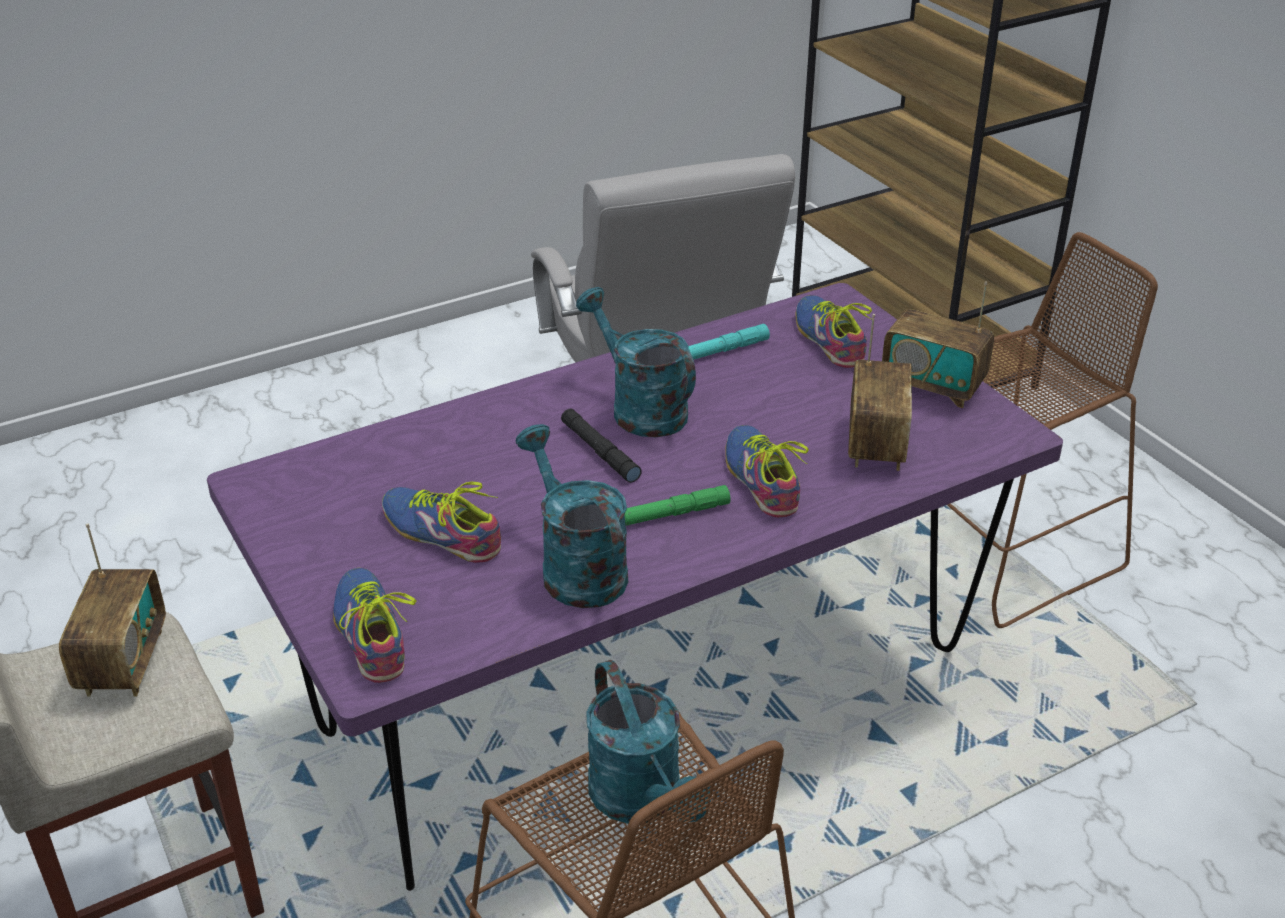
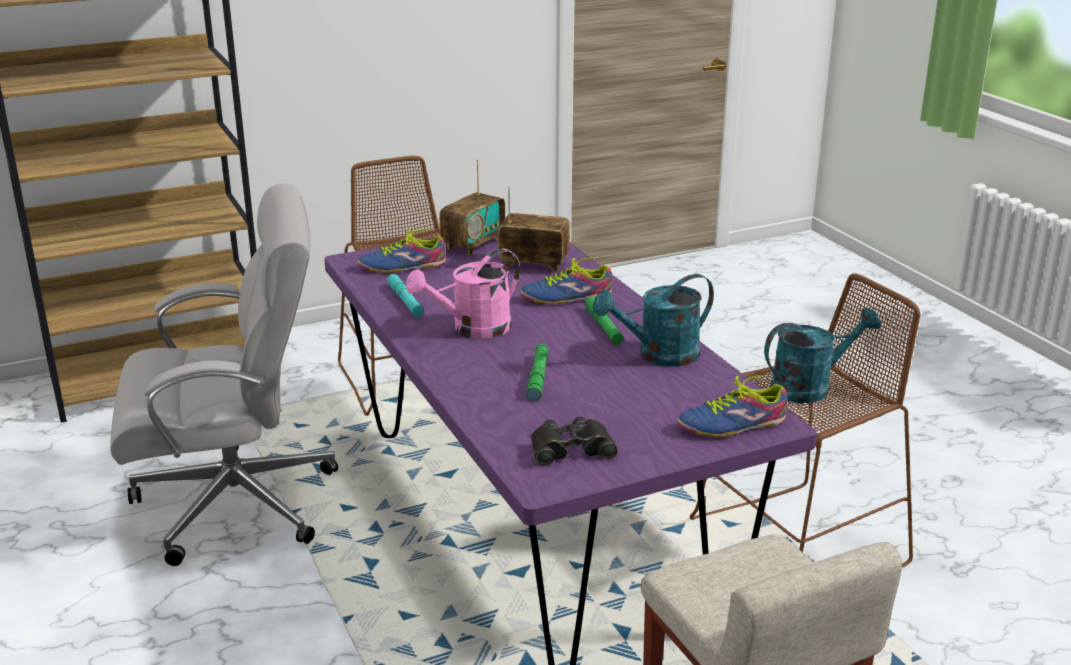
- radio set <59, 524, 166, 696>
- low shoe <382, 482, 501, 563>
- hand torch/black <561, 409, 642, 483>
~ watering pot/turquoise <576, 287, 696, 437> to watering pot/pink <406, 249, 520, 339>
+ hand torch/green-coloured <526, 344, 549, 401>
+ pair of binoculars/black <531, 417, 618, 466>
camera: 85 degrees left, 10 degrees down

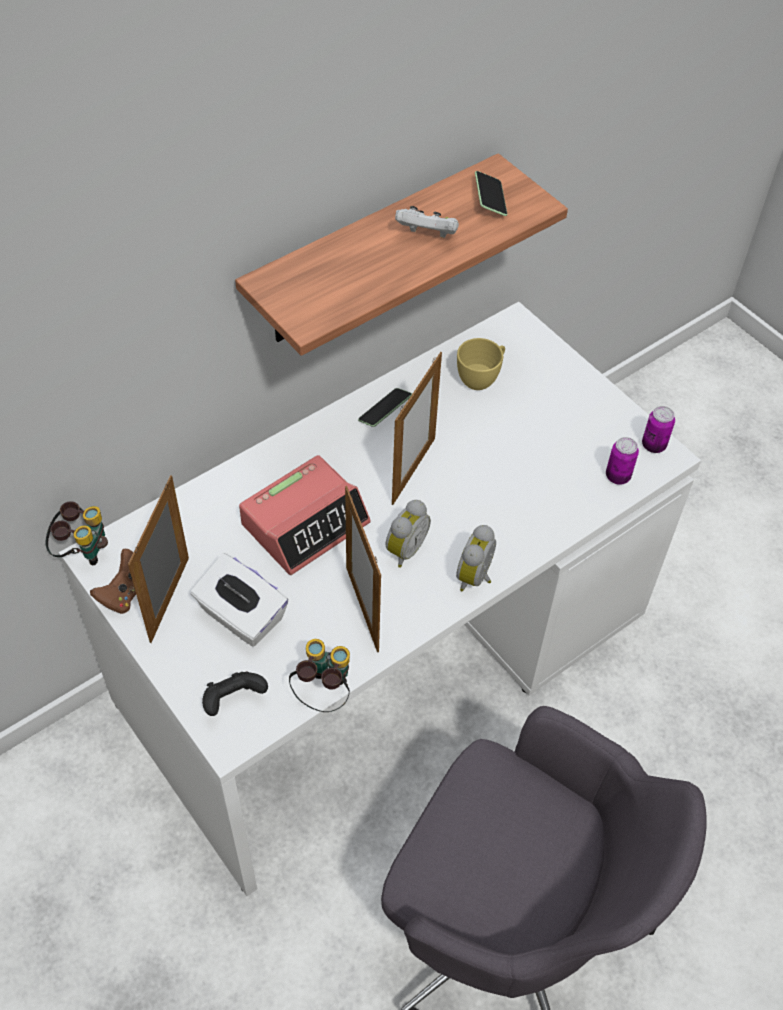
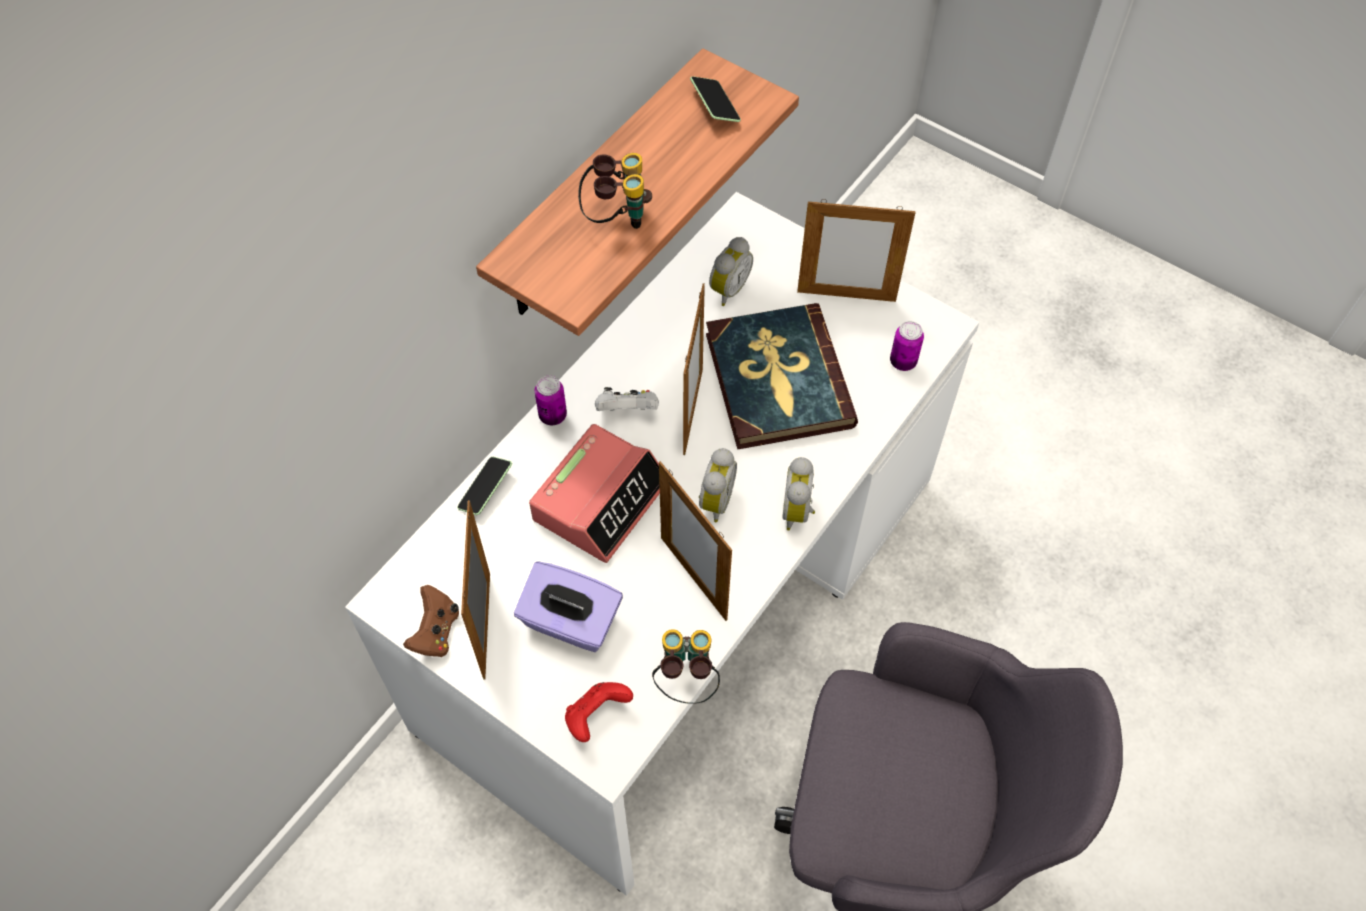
~ pair of binoculars <45, 501, 108, 565> to <578, 153, 652, 229>
~ box of tissues/white <191, 553, 289, 647> to box of tissues/purple <514, 561, 623, 652>
~ gamepad/black <202, 672, 268, 716> to gamepad/reddish <565, 682, 633, 742>
~ phone <358, 388, 412, 427> to <457, 457, 512, 515>
~ gamepad/white <395, 206, 459, 238> to <595, 387, 659, 411>
~ drinking cup/yellowish <457, 338, 505, 390> to table clock <709, 237, 753, 306>
~ sealed can <642, 406, 675, 453> to <534, 376, 567, 425>
+ bound book <706, 303, 858, 449>
+ picture frame <797, 199, 916, 302>
camera: 15 degrees left, 5 degrees up

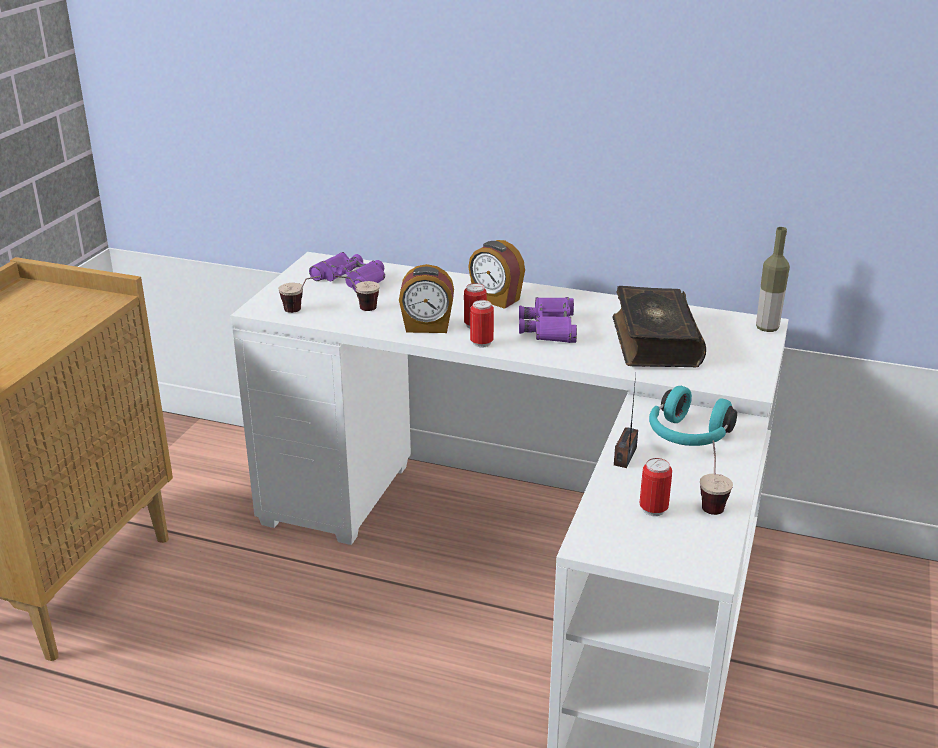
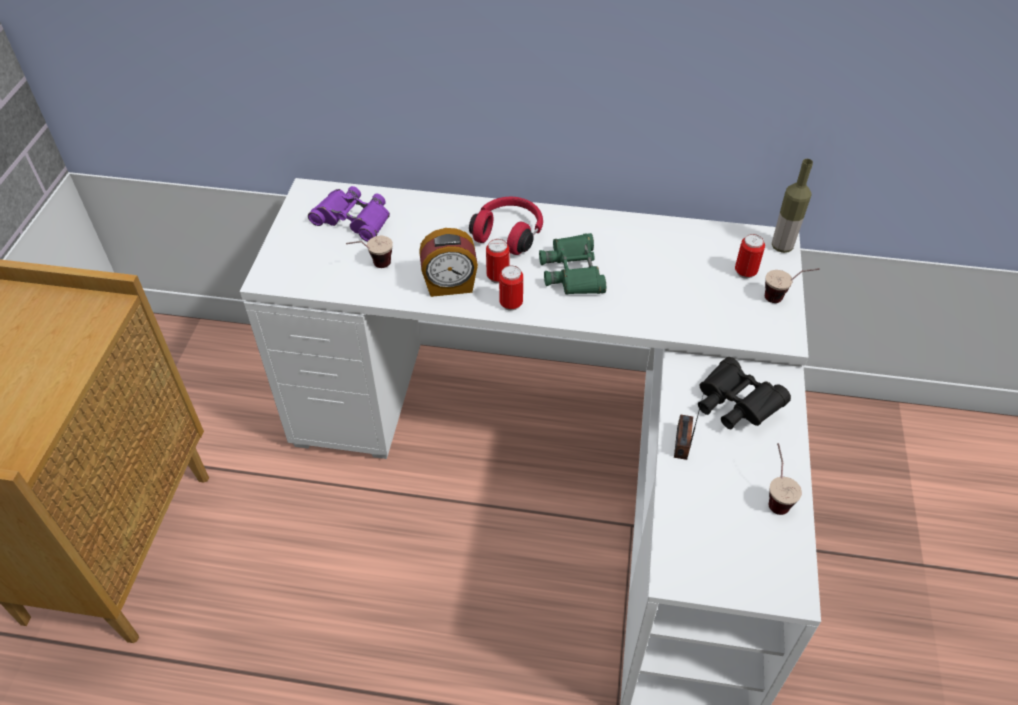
~ drinking cup <278, 276, 320, 313> to <765, 268, 820, 303>
~ table clock <468, 240, 525, 309> to headphones/reddish <469, 197, 543, 255>
~ pair of binoculars/purple <519, 297, 577, 343> to pair of binoculars/green-coloured <539, 233, 606, 294>
- bound book <612, 286, 706, 367>
~ sealed can <640, 458, 672, 516> to <735, 234, 765, 279>
~ headphones/turquoise <649, 386, 737, 446> to pair of binoculars/black <698, 357, 791, 429>
camera: 10 degrees left, 20 degrees up

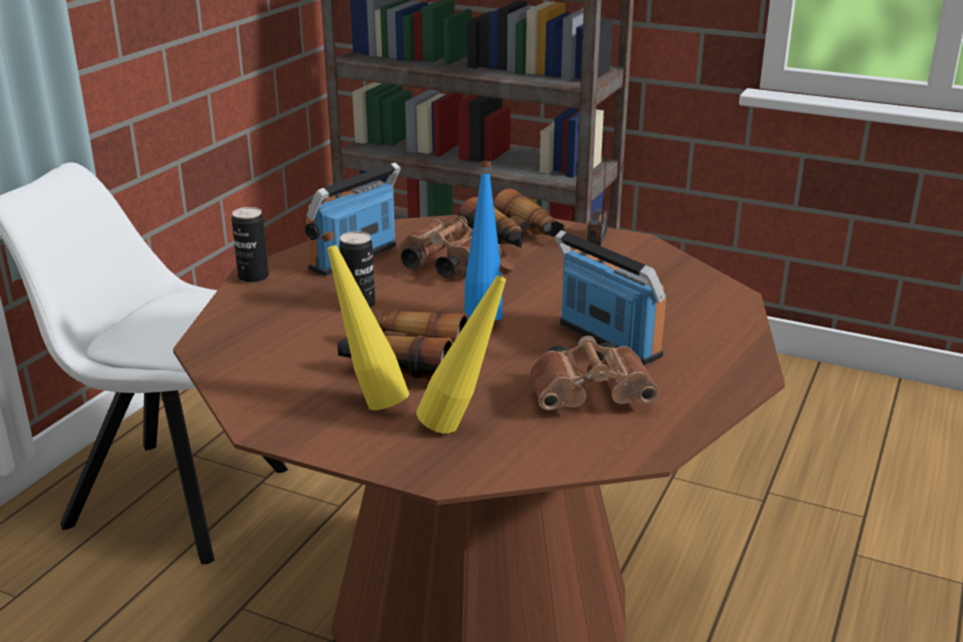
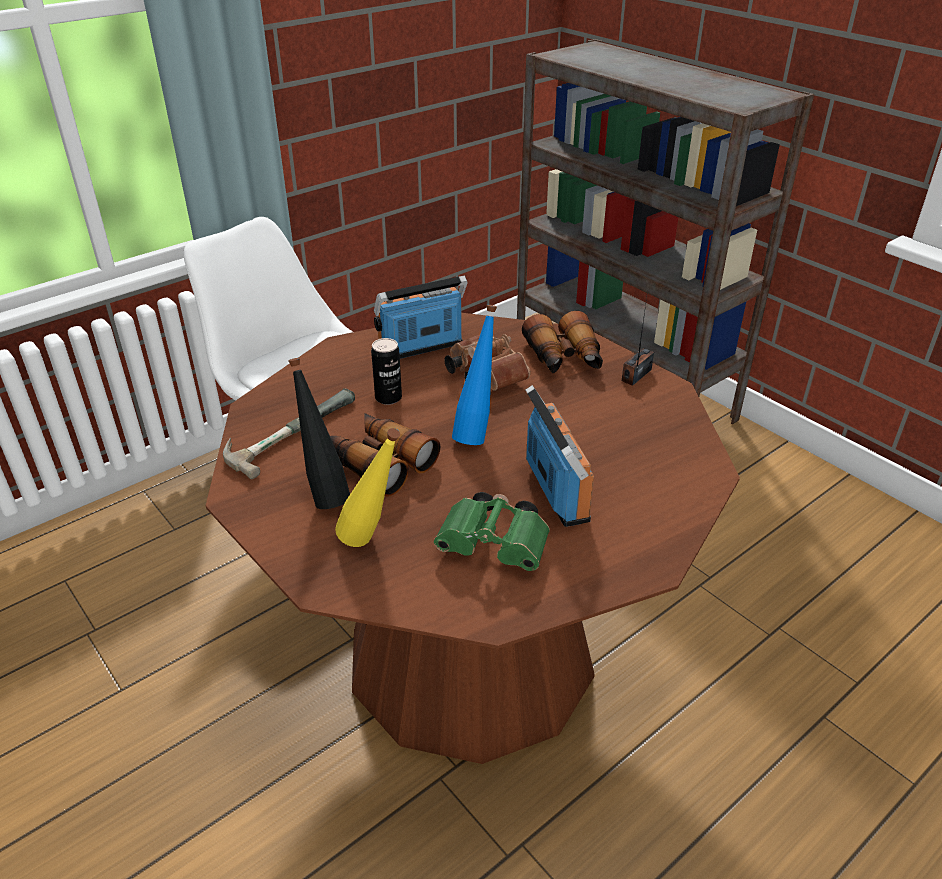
- sealed can <232, 207, 269, 283>
~ bottle/yellowish <320, 231, 409, 410> to bottle/black <288, 358, 350, 509>
~ pair of binoculars/brown <530, 336, 659, 410> to pair of binoculars/green-coloured <434, 492, 550, 571>
+ tool hammer <223, 388, 355, 479>
camera: 25 degrees right, 10 degrees up

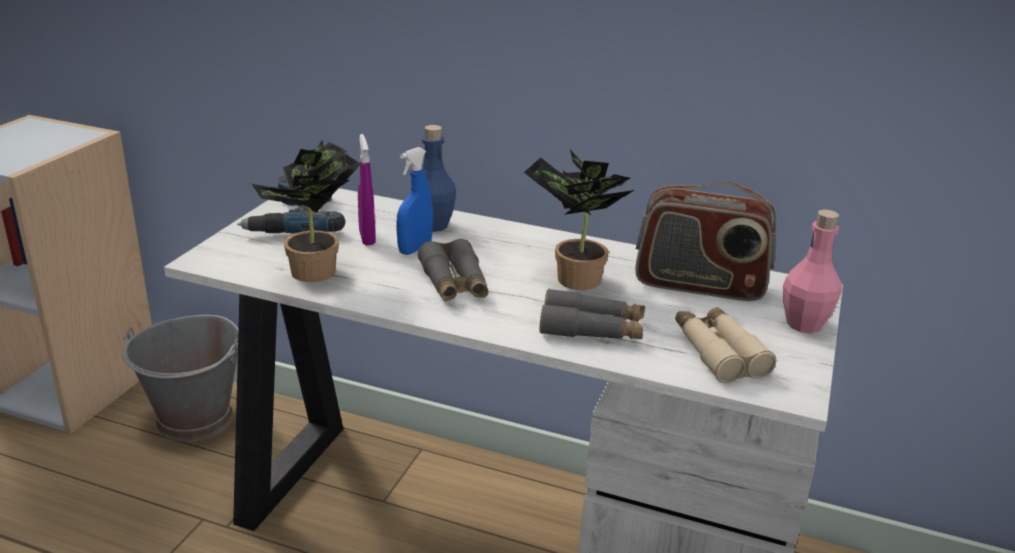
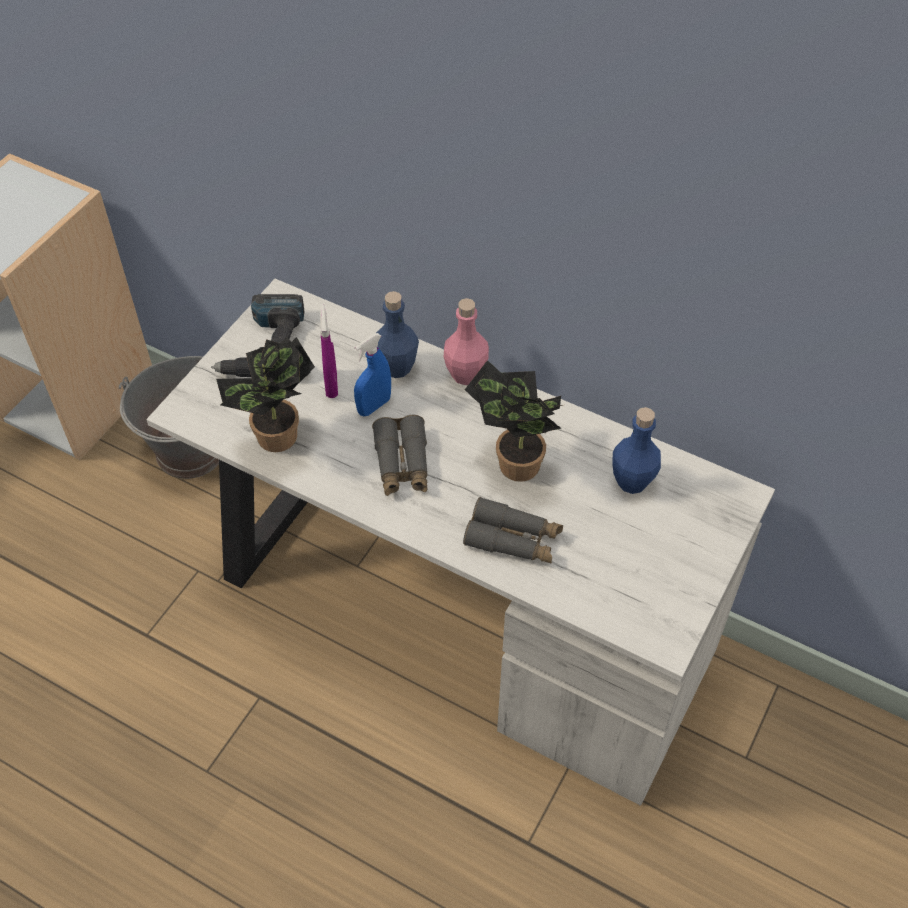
~ radio set <635, 181, 776, 301> to bottle/blue-coloured <612, 407, 661, 494>
- pair of binoculars/beige <675, 306, 776, 383>
~ bottle/pink <783, 210, 842, 333> to <444, 298, 489, 385>
camera: 10 degrees right, 25 degrees up

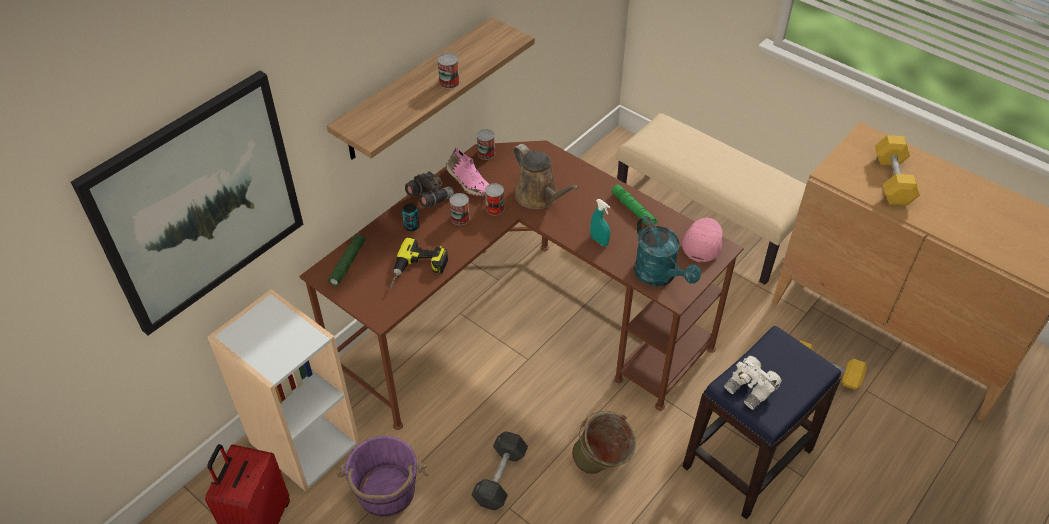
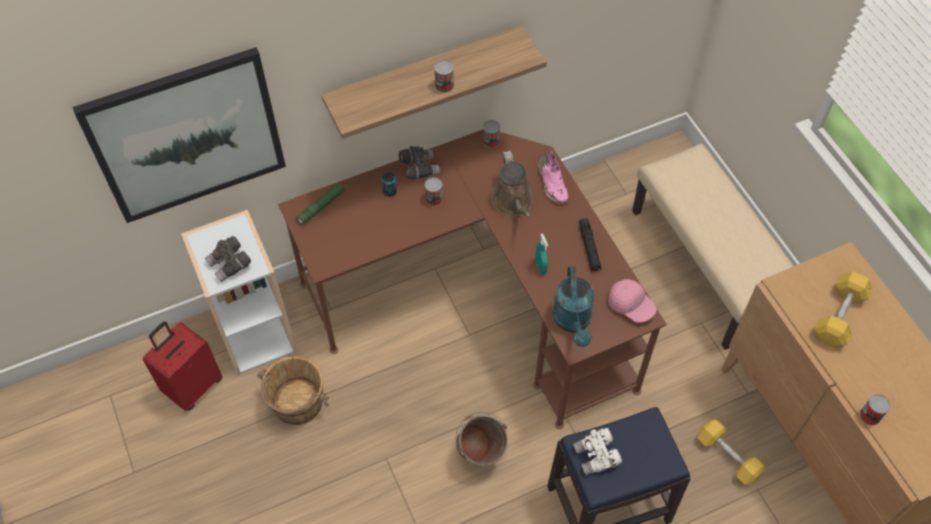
~ water bucket/purple <336, 436, 429, 517> to water bucket/brown <257, 356, 329, 425>
- power drill <389, 237, 448, 290>
~ low shoe/pink <446, 147, 489, 196> to <538, 149, 568, 204>
- free weight/grey <471, 431, 528, 510>
~ sealed can <485, 184, 504, 216> to <860, 394, 891, 425>
~ hand torch/green-coloured <612, 184, 658, 227> to hand torch/black <579, 218, 602, 272>
~ peaked cap/pink <682, 218, 723, 262> = <608, 279, 656, 323> 90 degrees clockwise
+ pair of binoculars/grey <205, 236, 251, 282>
camera: 25 degrees right, 10 degrees up

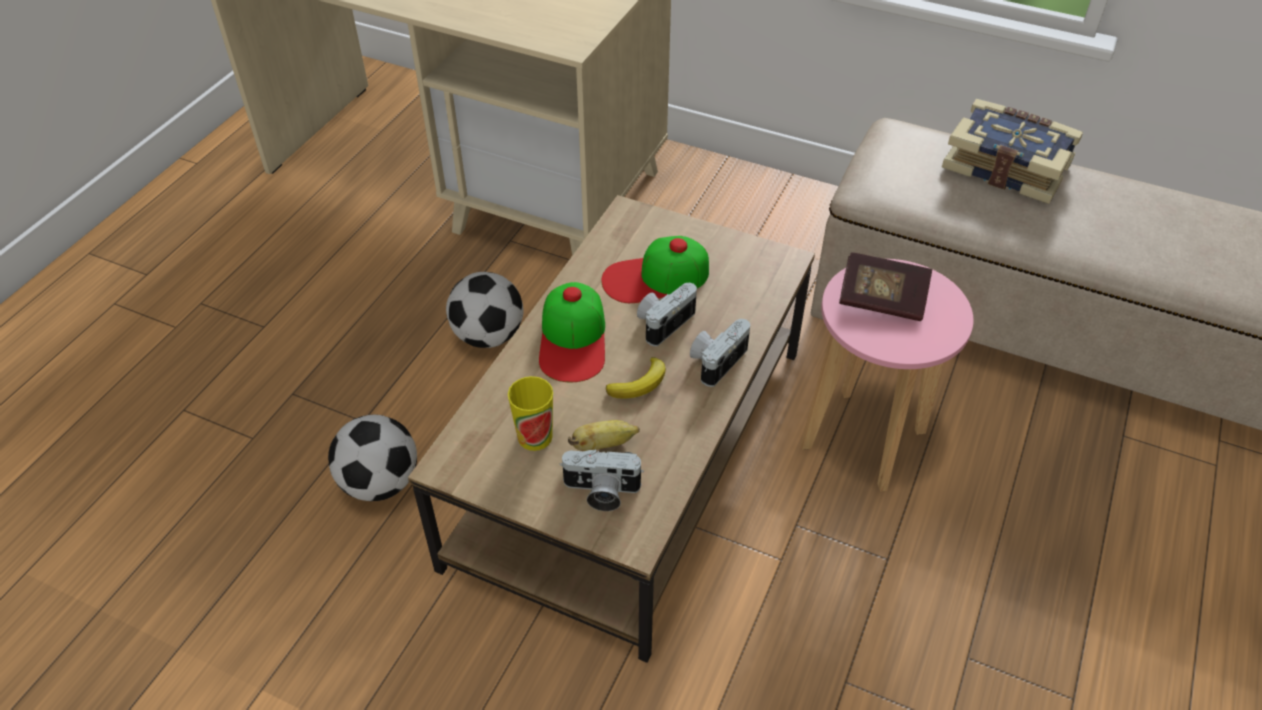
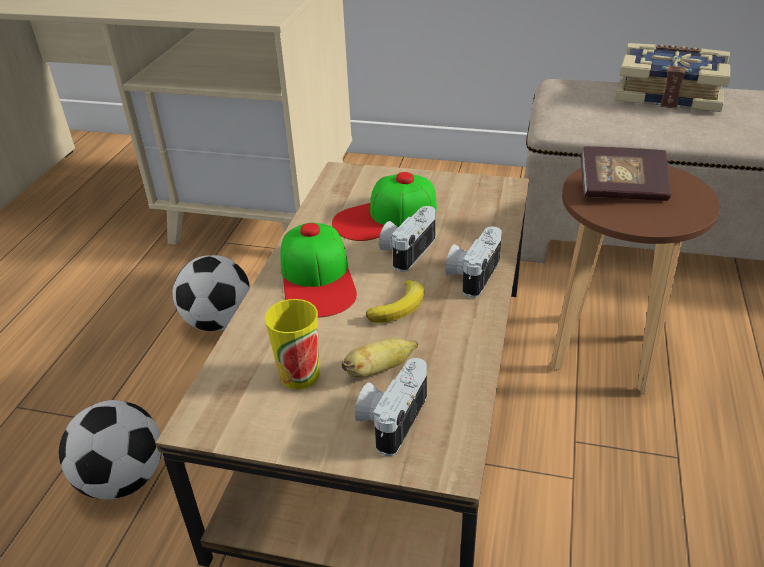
~ still camera <559, 449, 644, 511> = <355, 358, 427, 456> 120 degrees clockwise
~ stool seat/pink <800, 259, 973, 491> to stool seat/brown <550, 166, 720, 395>
camera: 10 degrees left, 10 degrees down

